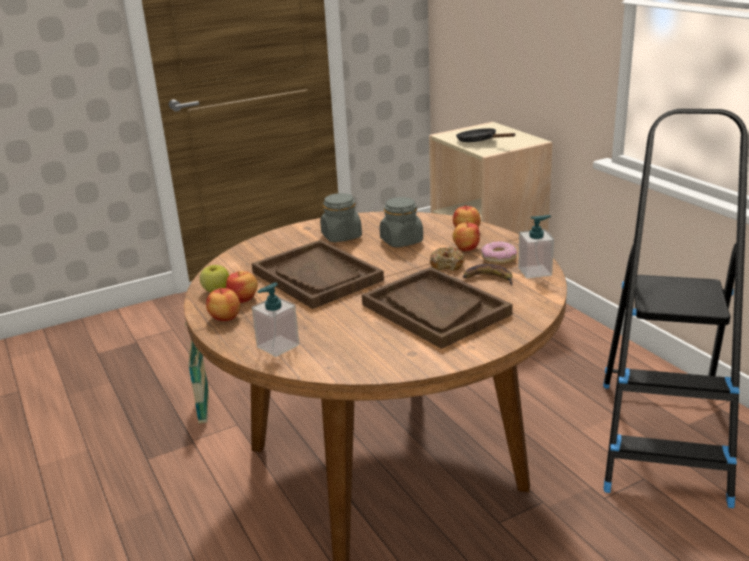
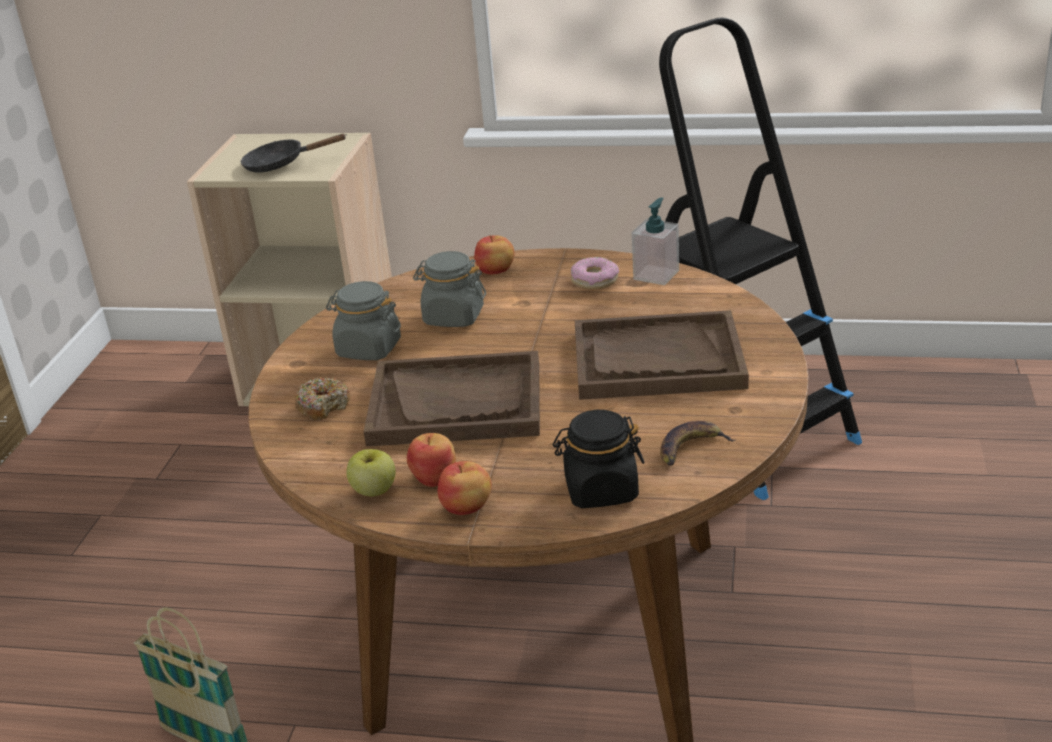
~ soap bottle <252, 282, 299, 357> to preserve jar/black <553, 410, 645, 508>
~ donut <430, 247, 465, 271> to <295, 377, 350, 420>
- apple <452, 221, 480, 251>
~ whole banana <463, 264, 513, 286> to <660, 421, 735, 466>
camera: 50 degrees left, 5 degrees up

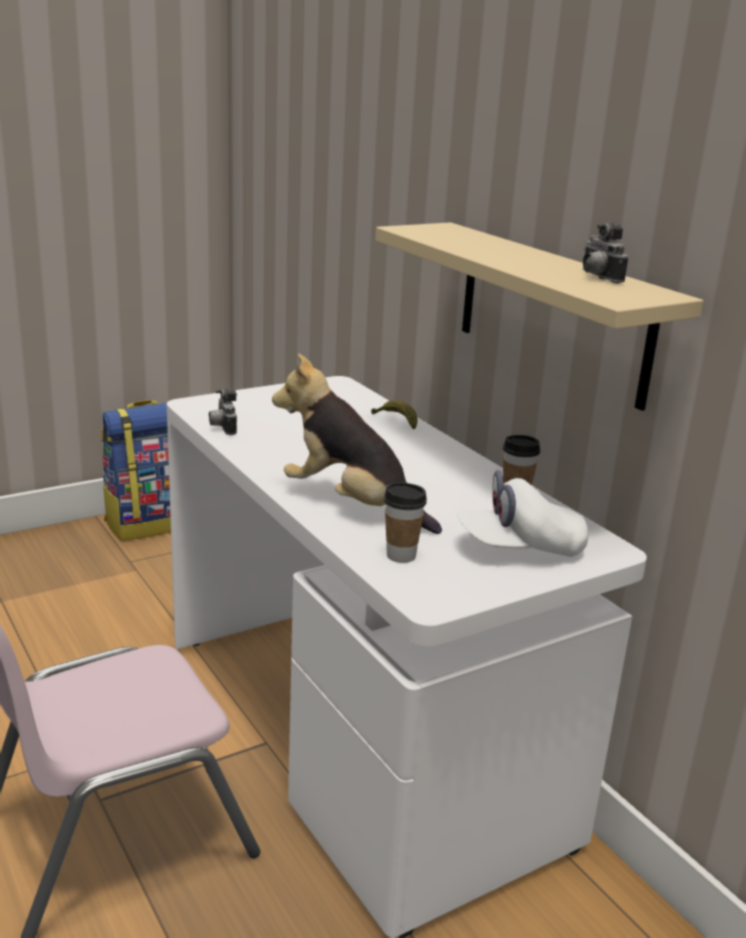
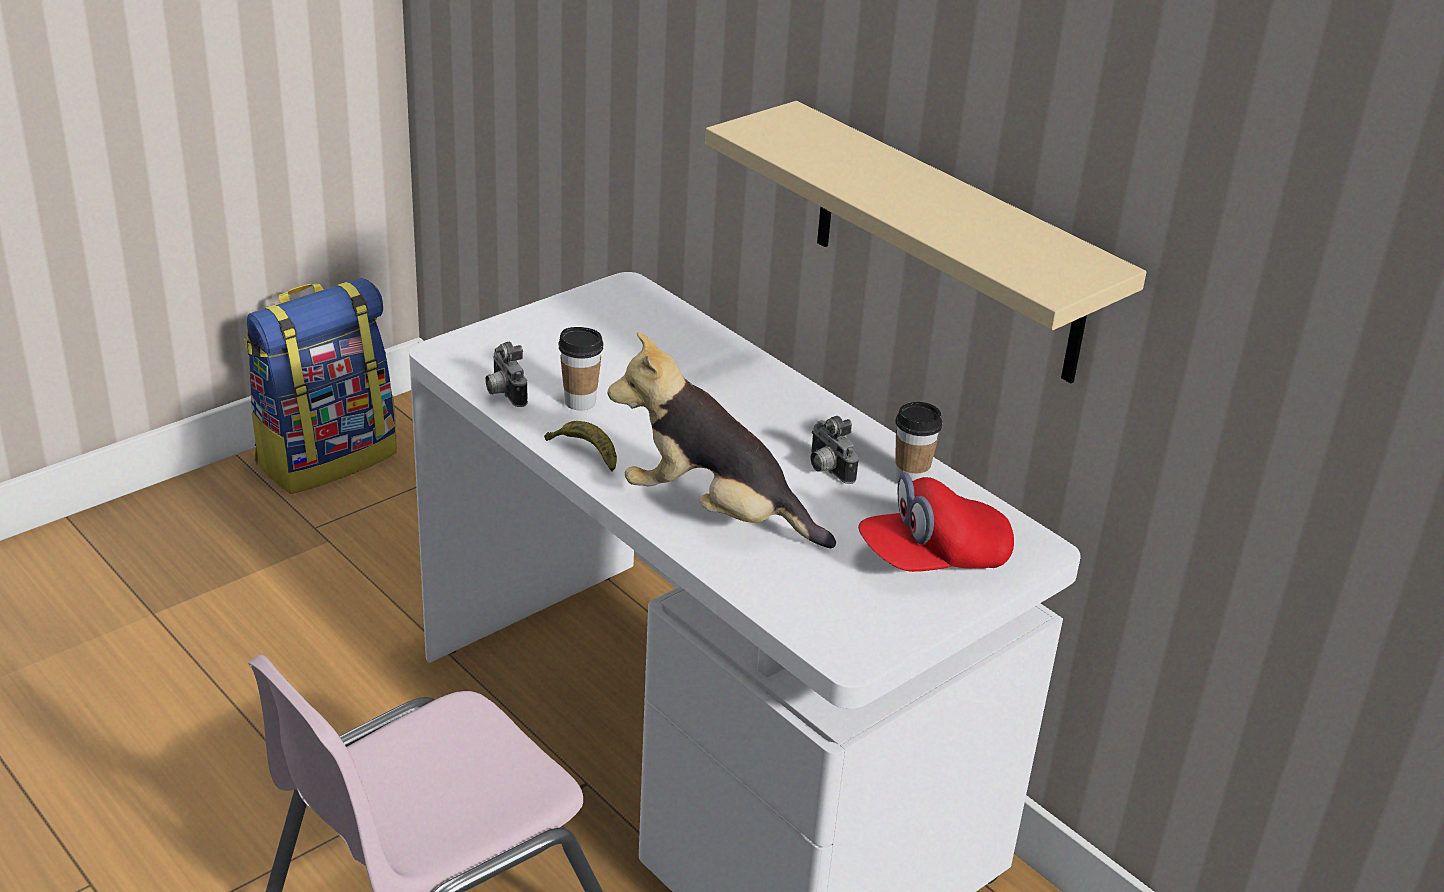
~ whole banana <371, 400, 418, 430> to <544, 421, 617, 471>
~ drinking cup <384, 482, 427, 563> to <559, 327, 603, 410>
~ peaked cap/white <457, 470, 588, 557> to peaked cap/reddish <858, 472, 1014, 572>
~ still camera <583, 221, 628, 283> to <811, 416, 859, 484>
camera: 10 degrees left, 10 degrees up

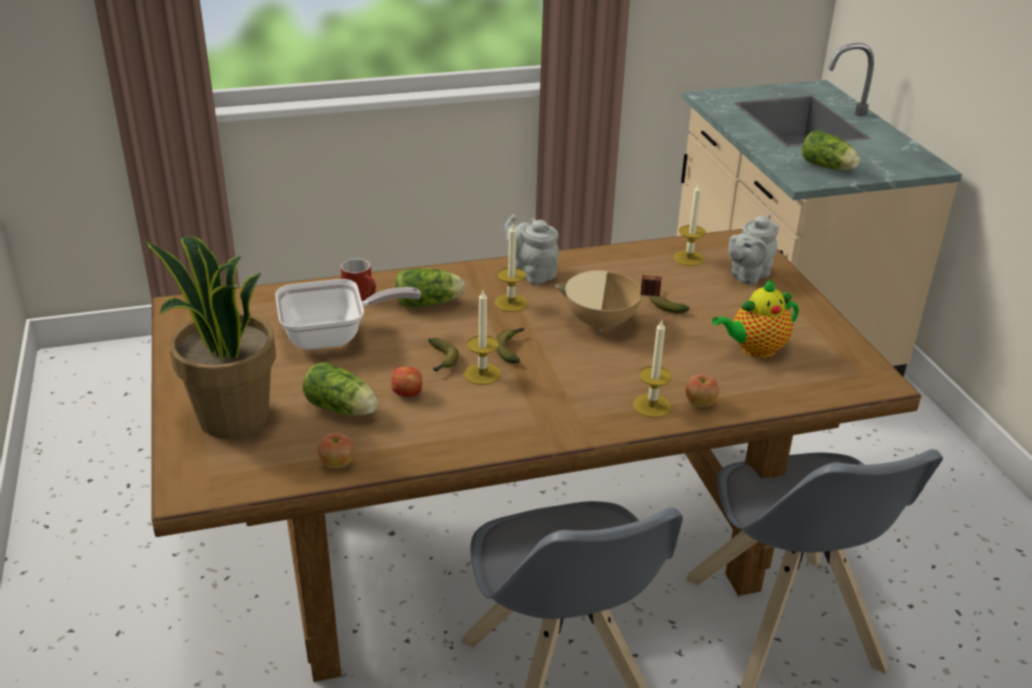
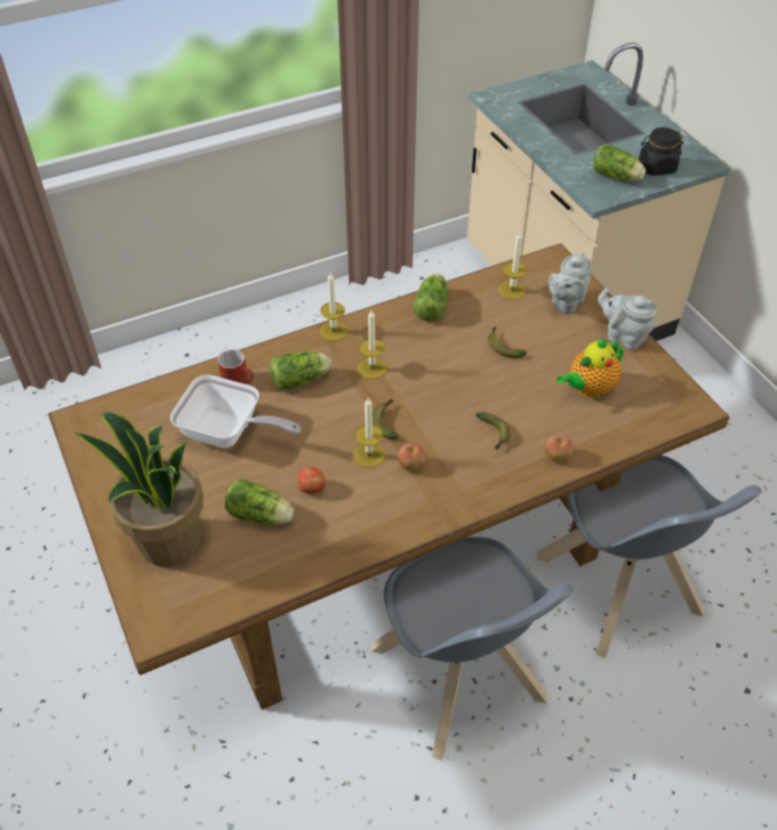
~ frying pan <275, 279, 421, 350> = <170, 375, 301, 448> 45 degrees clockwise
~ apple <318, 432, 354, 469> to <398, 443, 425, 471>
~ whole banana <428, 338, 459, 372> to <476, 412, 510, 450>
~ teapot/grey <504, 214, 559, 285> to <598, 288, 657, 350>
- saucepot/beige <555, 270, 662, 333>
~ candle <633, 320, 672, 418> to <320, 272, 348, 341>
+ lettuce head <413, 273, 449, 322>
+ preserve jar/black <639, 127, 683, 176>
camera: 10 degrees left, 15 degrees up

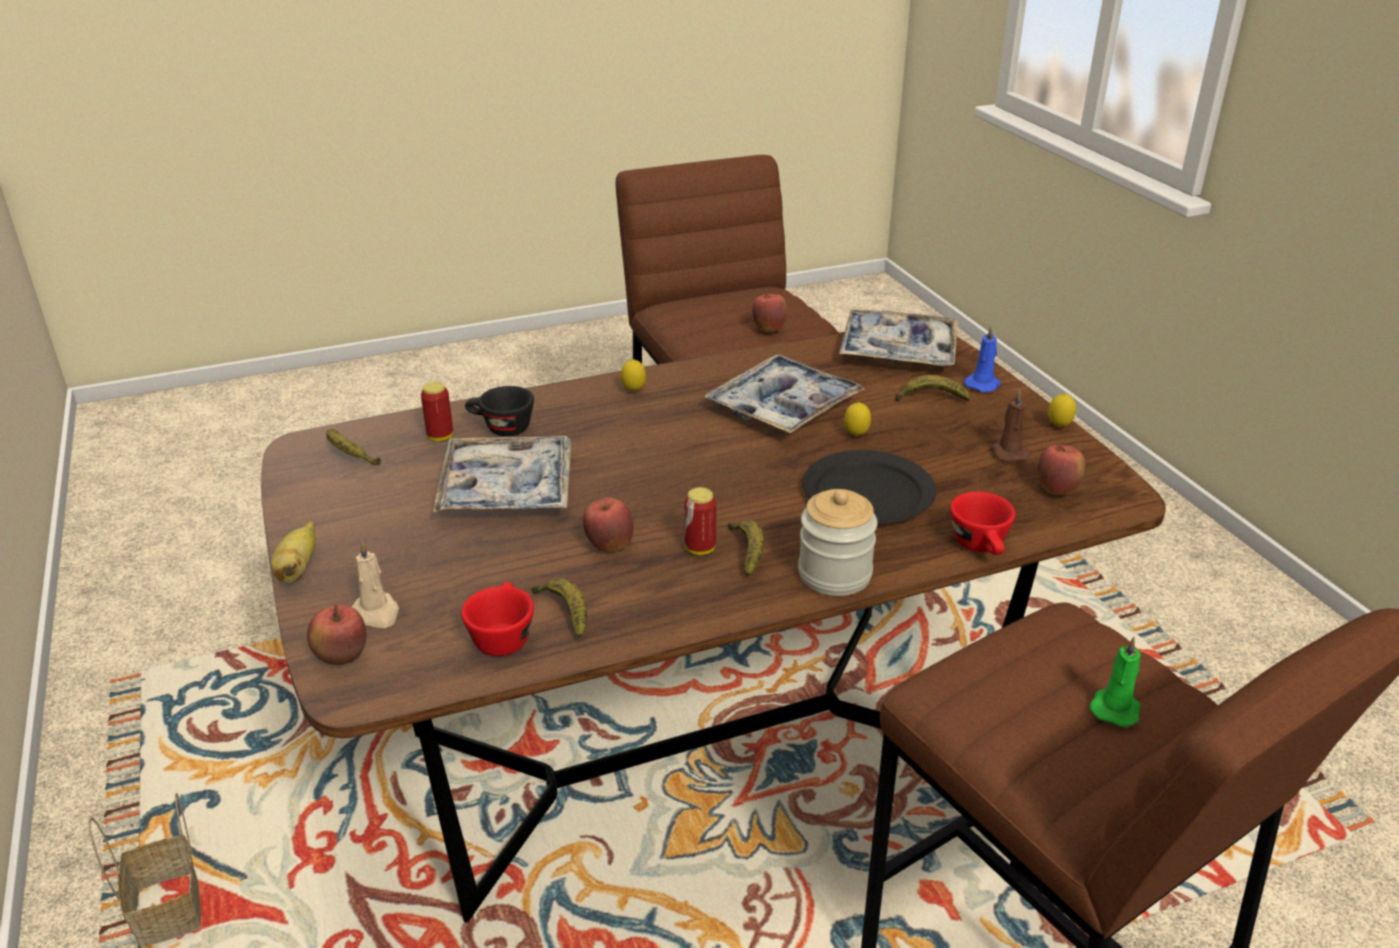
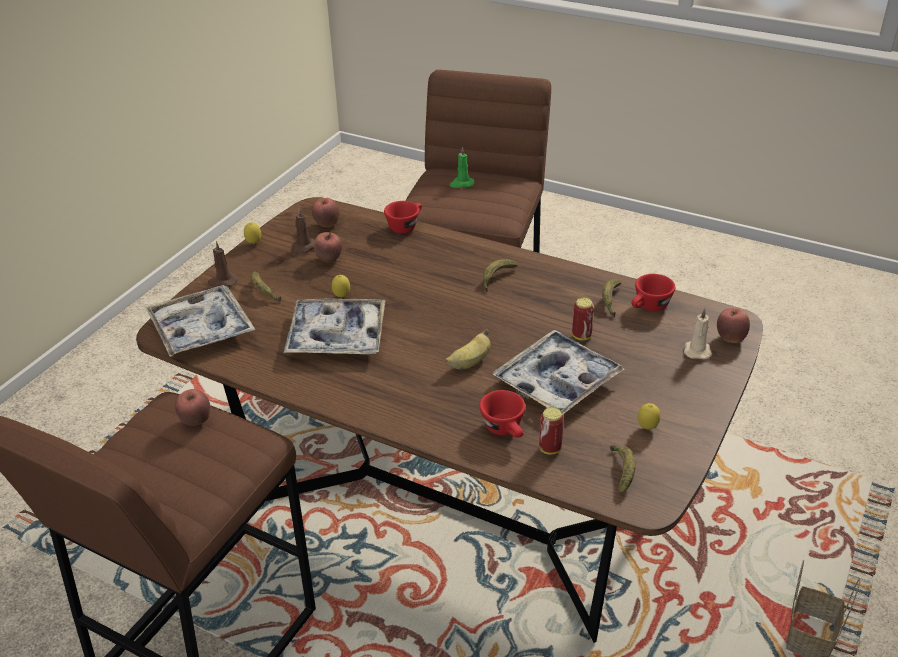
~ whole banana <271, 521, 316, 584> to <445, 329, 491, 369>
~ drinking cup/black <465, 386, 534, 436> to drinking cup/reddish <479, 390, 525, 438>
~ apple <583, 498, 634, 552> to <314, 232, 342, 263>
~ lemon <621, 359, 646, 392> to <638, 403, 660, 430>
~ sealed can <684, 487, 716, 555> to <572, 298, 594, 341>
- preserve jar <798, 489, 878, 596>
- flat dish/black <803, 450, 936, 523>
~ candle/blue-coloured <964, 325, 1001, 393> to candle/brown <208, 241, 238, 287>
camera: 130 degrees left, 5 degrees up

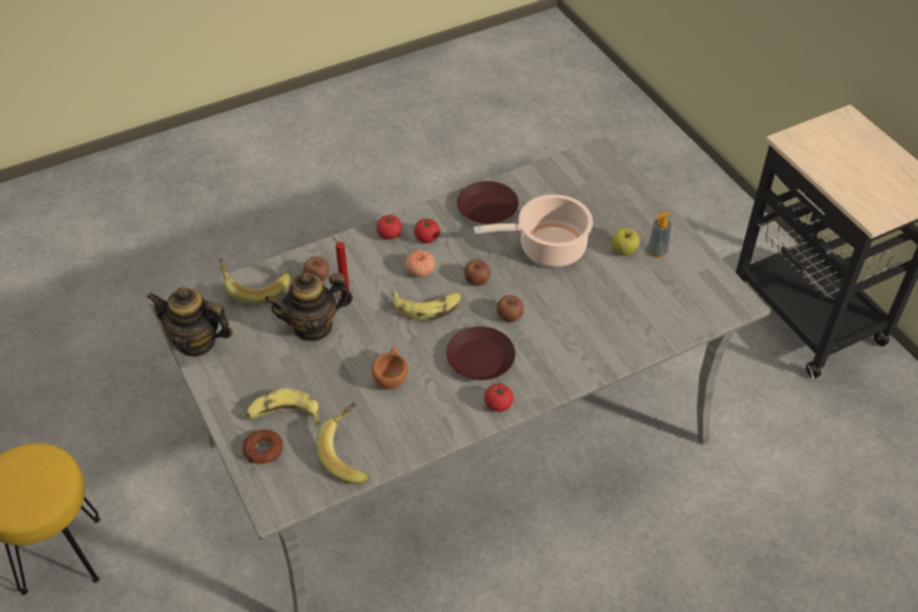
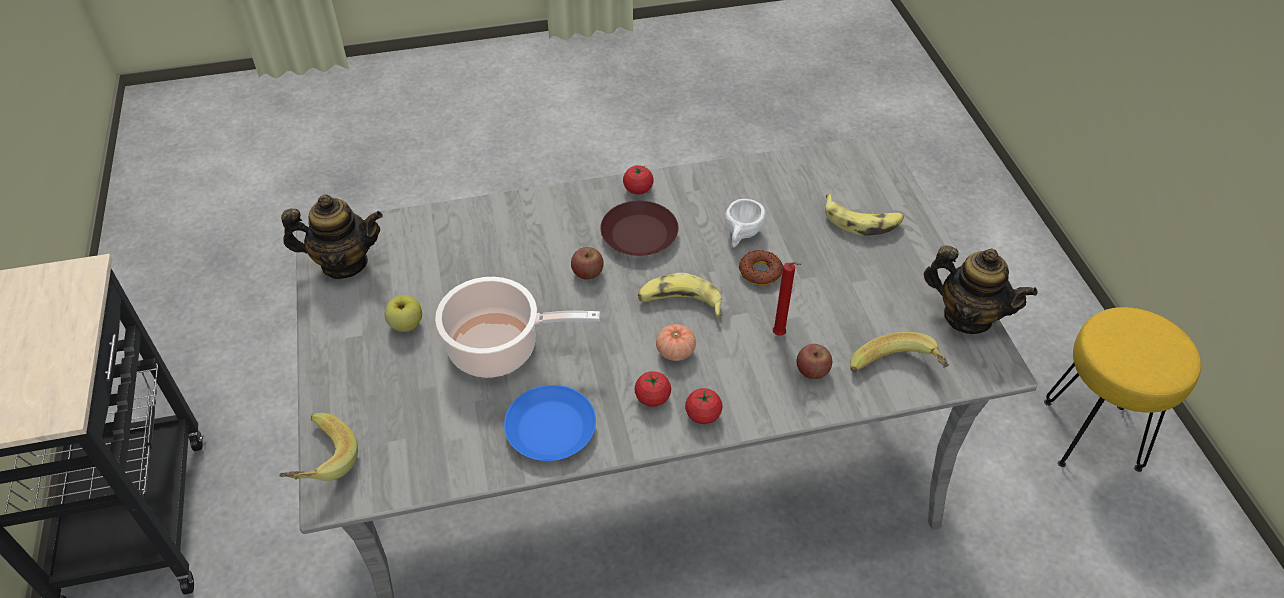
~ donut <242, 430, 283, 464> to <739, 250, 783, 285>
~ teapot <265, 272, 353, 341> to <281, 194, 383, 279>
~ whole banana <316, 402, 370, 484> to <279, 413, 358, 481>
~ drinking cup/brown <372, 346, 408, 389> to drinking cup/white <725, 199, 766, 247>
~ flat dish/brown <457, 181, 518, 224> to flat dish/blue-coloured <504, 385, 596, 461>
- apple <464, 259, 490, 286>
- soap bottle <648, 211, 671, 257>
camera: 165 degrees left, 0 degrees up

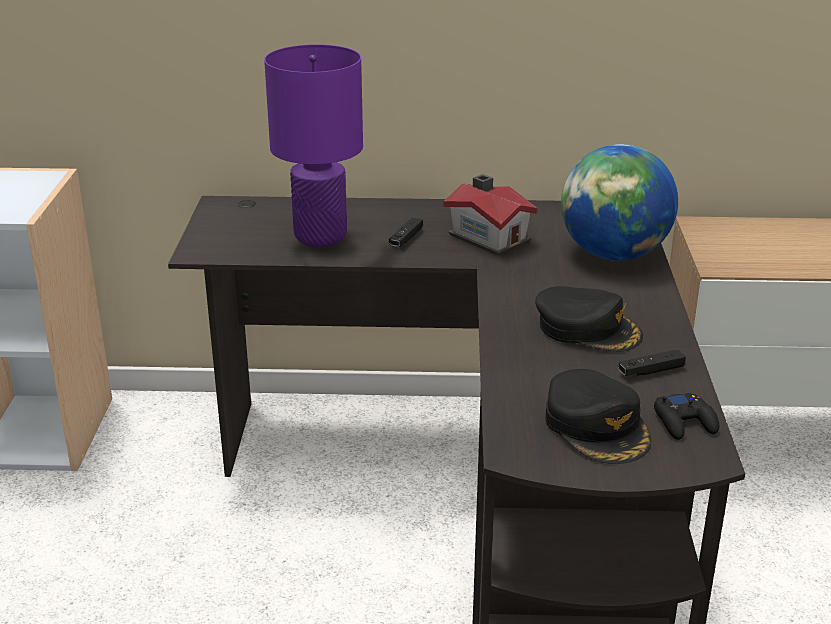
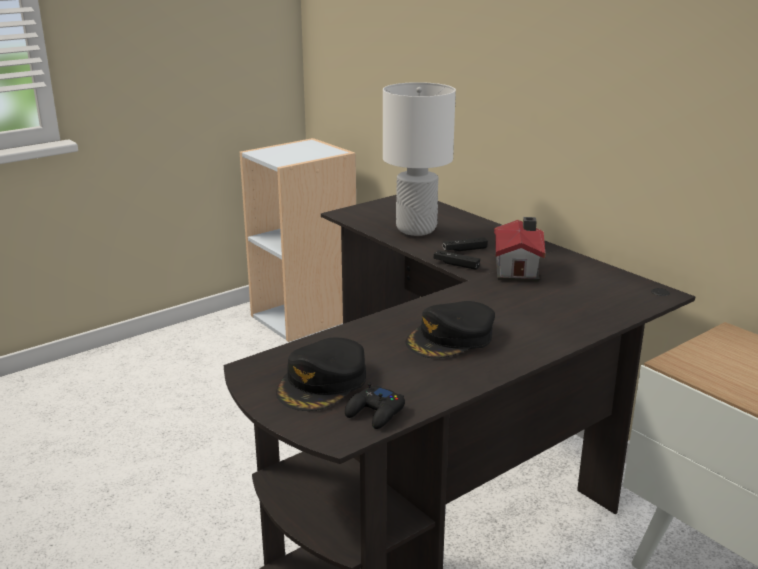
~ tabletop lamp/purple <264, 44, 363, 247> to tabletop lamp/white <383, 82, 456, 236>
~ peaked cap/black <535, 286, 643, 352> = <405, 301, 495, 358> 60 degrees clockwise
- globe <561, 144, 678, 261>
~ gamepad/black <618, 349, 686, 376> to <434, 250, 480, 270>
camera: 50 degrees right, 5 degrees down

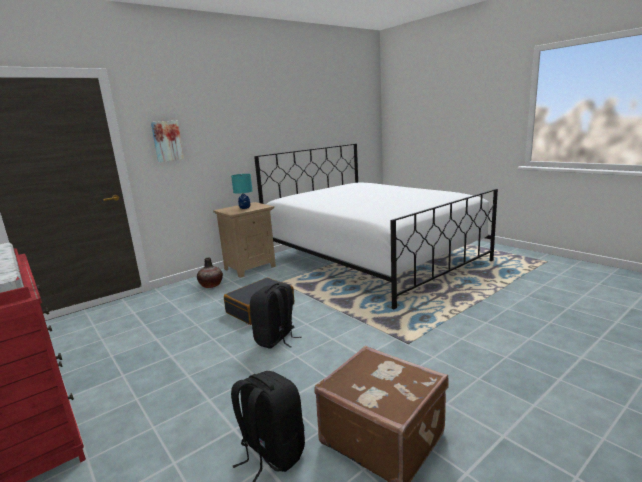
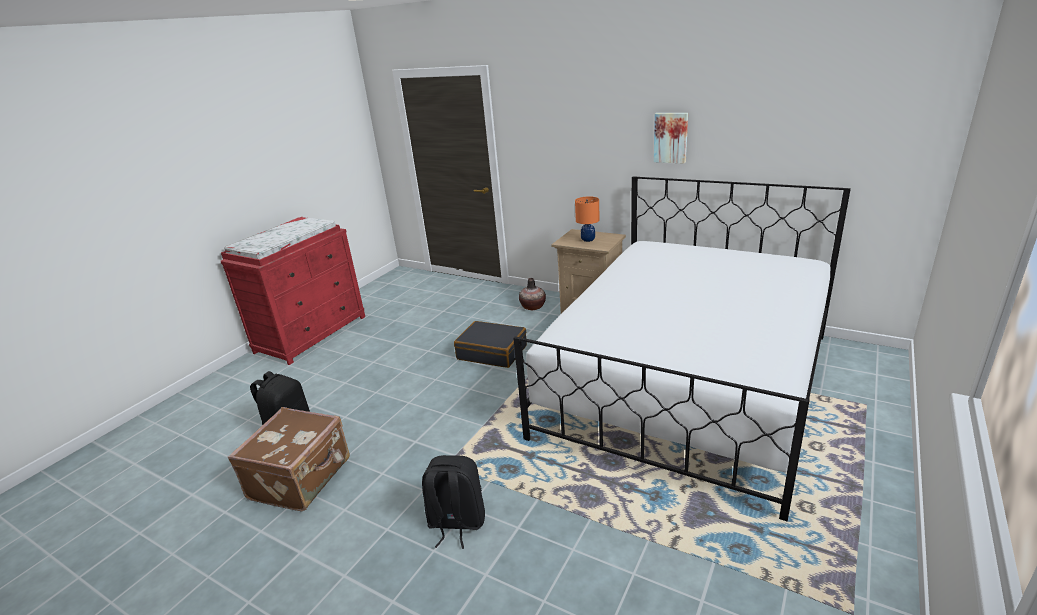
~ wall art <151, 121, 184, 162> to <654, 113, 688, 164>
~ tabletop lamp/turquoise <231, 174, 252, 209> to tabletop lamp/orange-coloured <575, 197, 600, 242>
~ rucksack/black <250, 283, 302, 349> to <422, 455, 485, 549>
camera: 70 degrees right, 10 degrees up

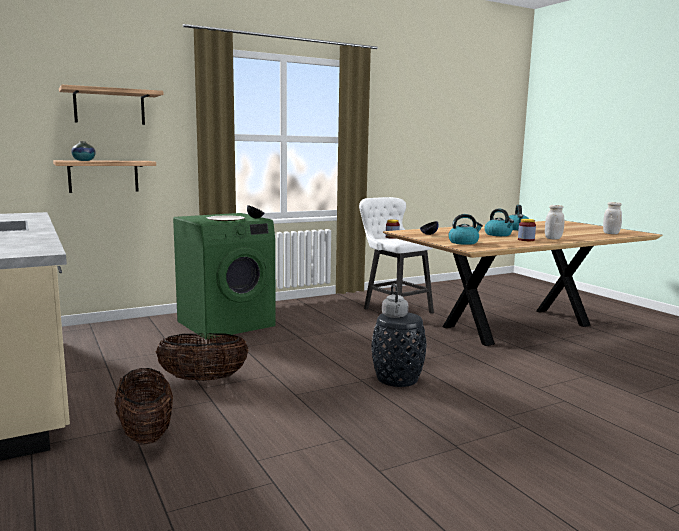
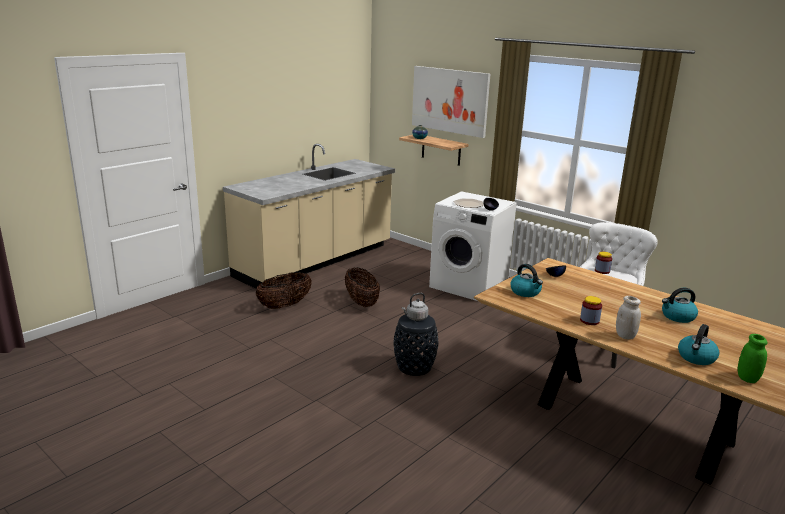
~ wall shelf <59, 85, 163, 125> to wall art <412, 66, 490, 138>
~ laundry machine/green-coloured <173, 213, 276, 340> to laundry machine/white <429, 191, 517, 301>
~ kettle <484, 209, 514, 236> to <678, 324, 719, 365>
~ preserve jar/white <603, 202, 622, 234> to preserve jar/green-coloured <738, 334, 768, 383>
camera: 70 degrees right, 10 degrees up

